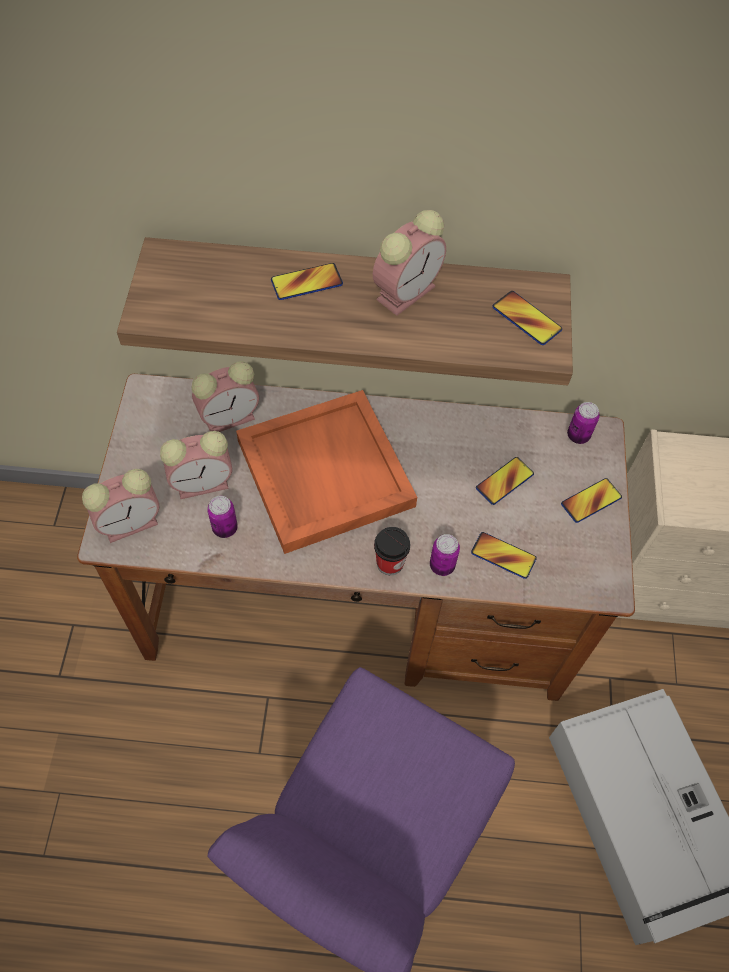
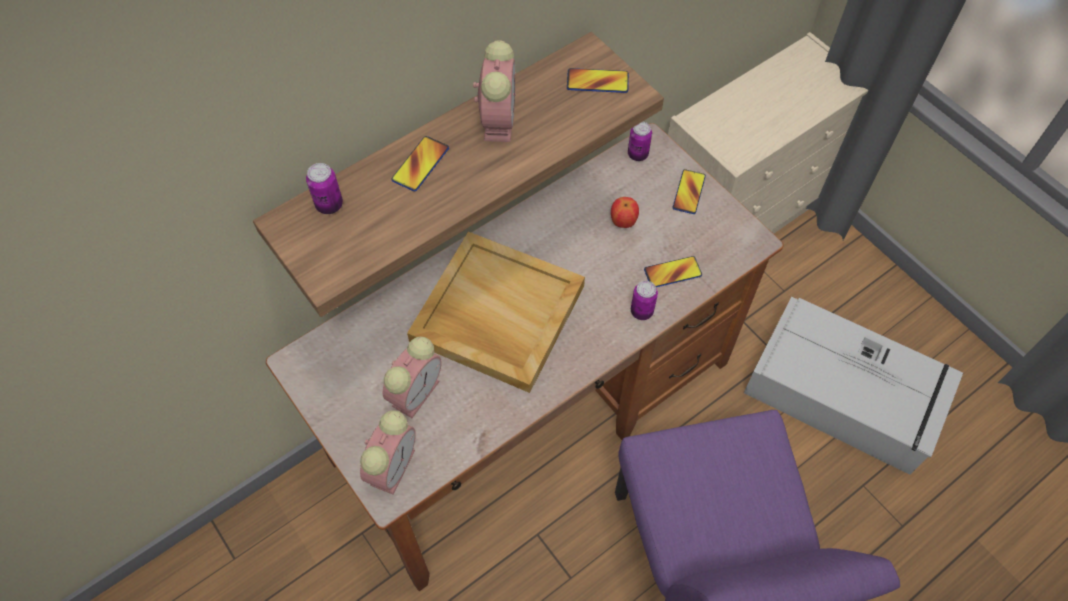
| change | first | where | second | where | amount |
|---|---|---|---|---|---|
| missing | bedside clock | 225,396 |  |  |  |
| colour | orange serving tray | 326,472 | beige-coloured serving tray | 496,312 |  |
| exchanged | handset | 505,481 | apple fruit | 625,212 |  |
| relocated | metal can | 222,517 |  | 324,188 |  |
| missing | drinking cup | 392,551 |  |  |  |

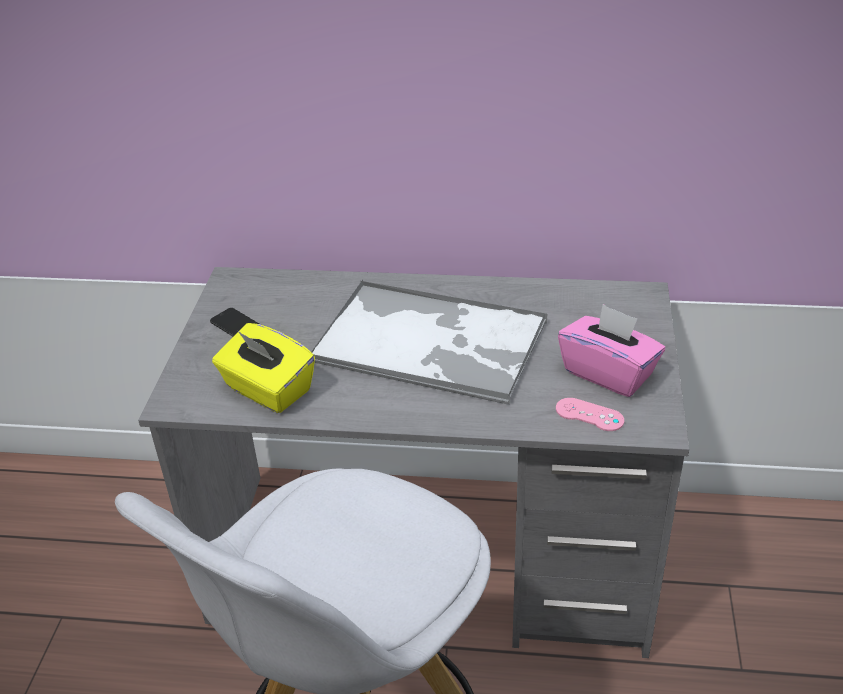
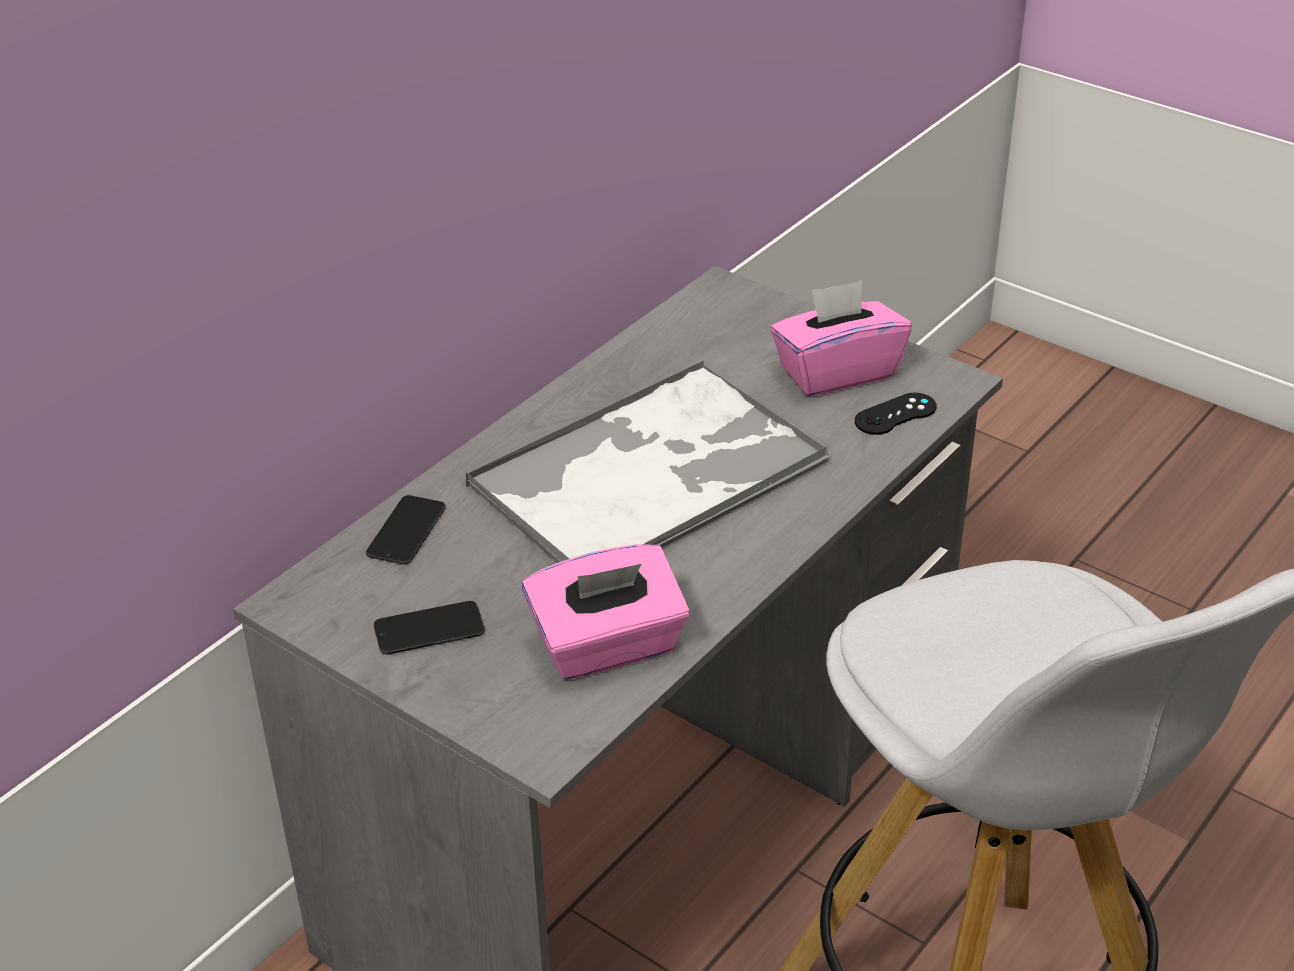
| change | first | where | second | where | amount |
|---|---|---|---|---|---|
| colour | yellowish box of tissues | 263,368 | pink box of tissues | 606,612 |  |
| colour | pink gamepad | 590,414 | blackish gamepad | 895,414 |  |
| appeared |  |  | handset | 406,530 |  |

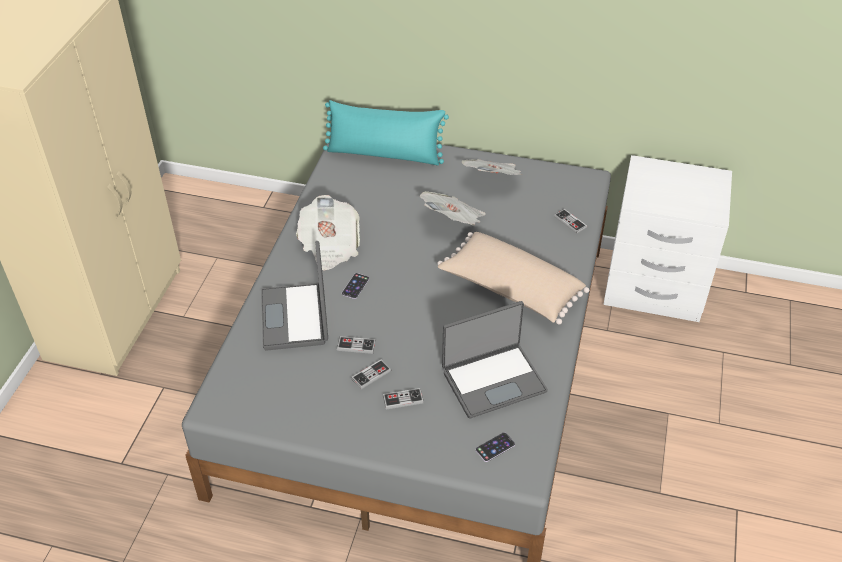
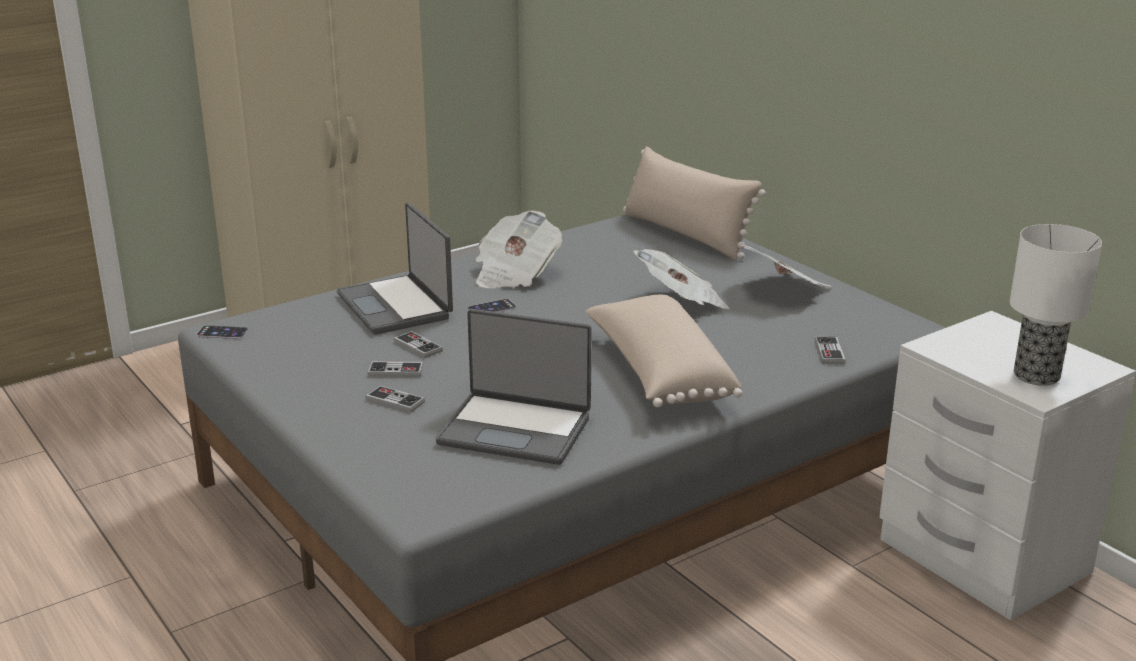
| change | first | where | second | where | amount |
|---|---|---|---|---|---|
| colour | blue-green pillow | 386,132 | beige-coloured pillow | 694,203 |  |
| spun | laptop | 294,296 |  | 395,269 | 60 degrees counterclockwise |
| relocated | handset | 495,447 |  | 222,332 |  |
| appeared |  |  | tabletop lamp | 1056,305 |  |

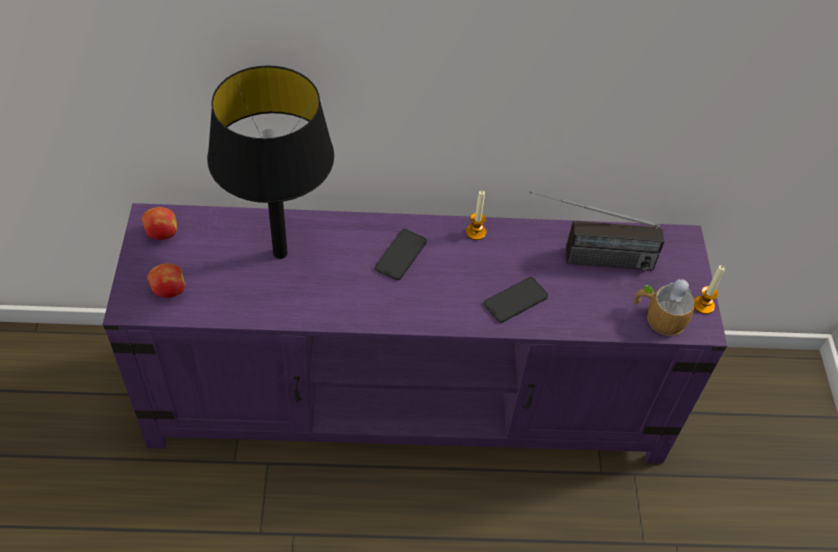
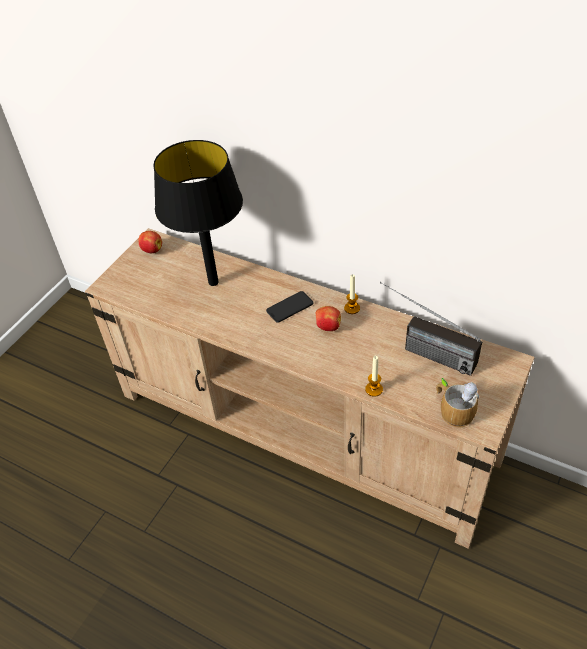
| change | first | where | second | where | amount |
|---|---|---|---|---|---|
| colour | purple tv unit | 415,333 | beige-coloured tv unit | 310,388 |  |
| relocated | apple fruit | 166,281 |  | 328,318 |  |
| relocated | wax candle | 709,289 |  | 374,376 |  |
| missing | handset | 516,300 |  |  |  |

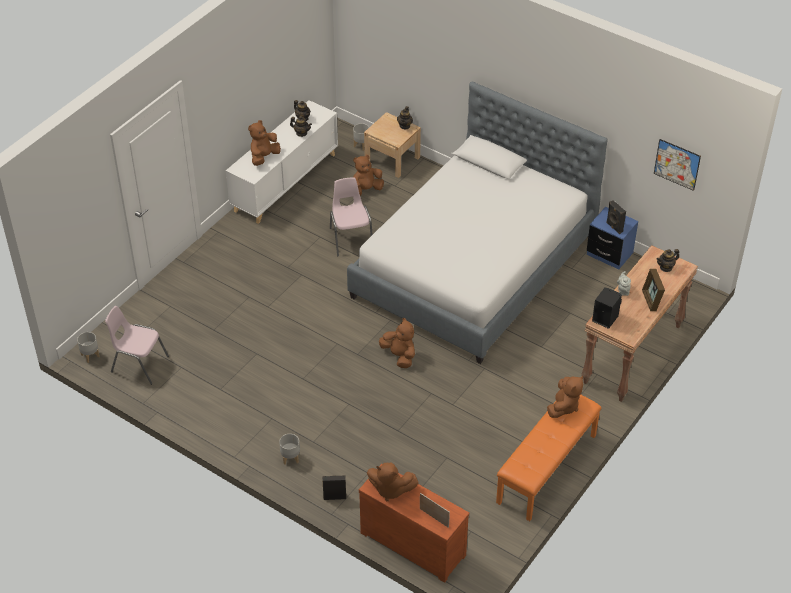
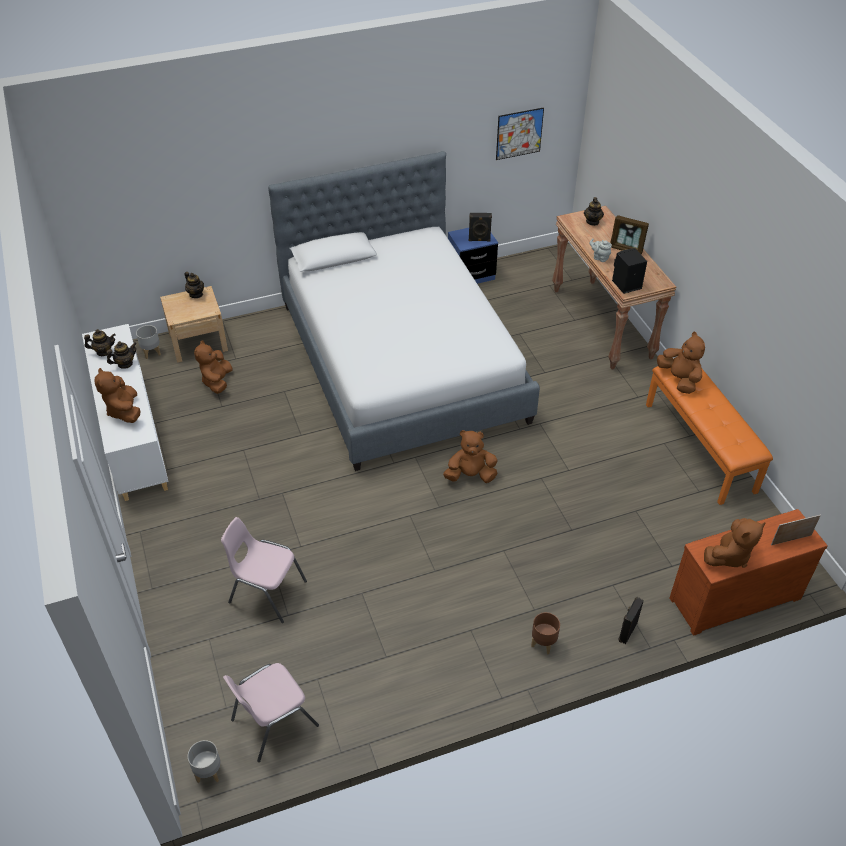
| change | first | where | second | where | amount |
|---|---|---|---|---|---|
| relocated | pink chair | 351,217 |  | 264,570 |  |
| colour | gray planter | 289,449 | brownish planter | 545,633 |  |

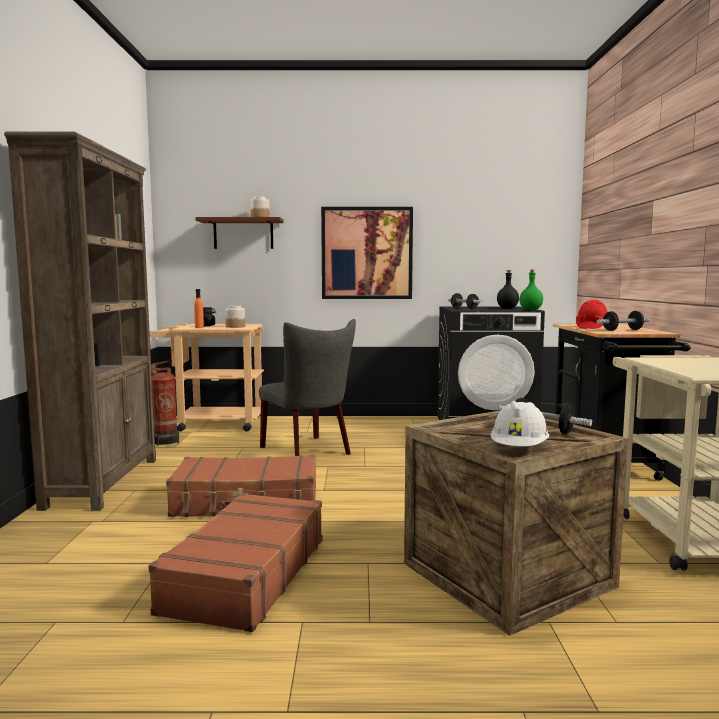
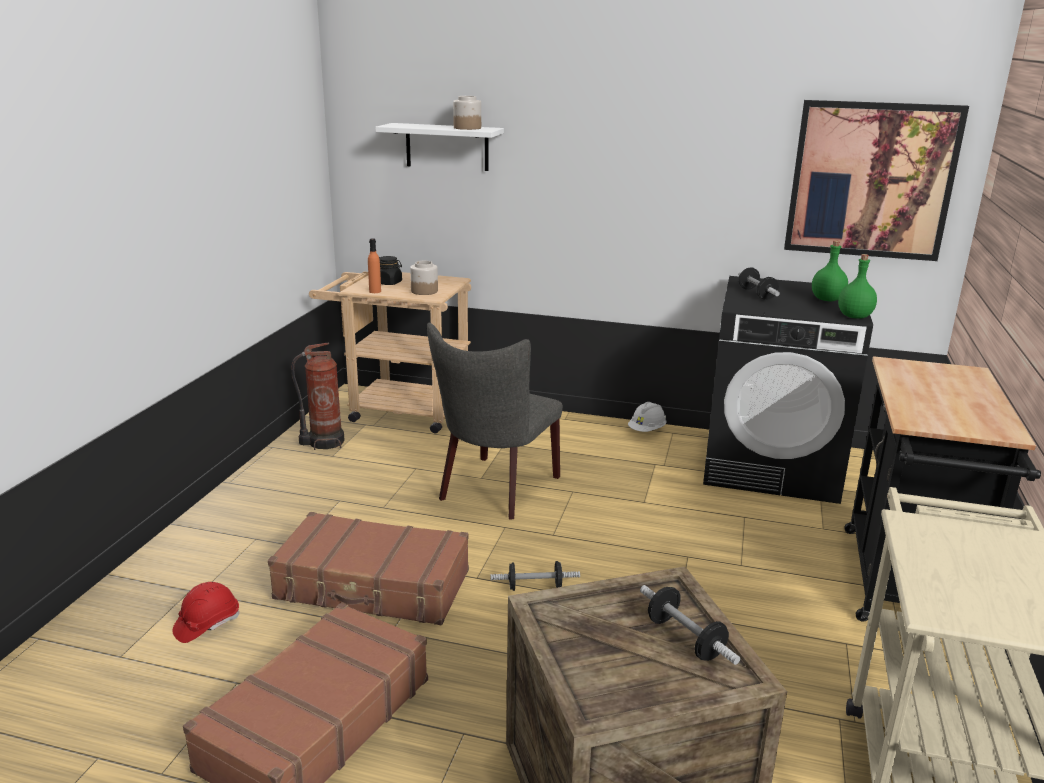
| change | first | where | second | where | amount |
|---|---|---|---|---|---|
| missing | brownish shelving unit | 80,321 |  |  |  |
| relocated | wall art | 367,253 |  | 876,180 |  |
| colour | brownish shelf | 239,233 | whitish shelf | 439,147 |  |
| colour | blackish beverage bottle | 508,289 | green beverage bottle | 830,270 |  |
| relocated | red-coloured safety helmet | 591,314 |  | 206,612 |  |
| relocated | free weight | 623,321 |  | 535,576 |  |
| spun | gray chair | 307,387 |  | 495,421 | 45 degrees clockwise |
| relocated | whitish safety helmet | 520,424 |  | 647,417 |  |

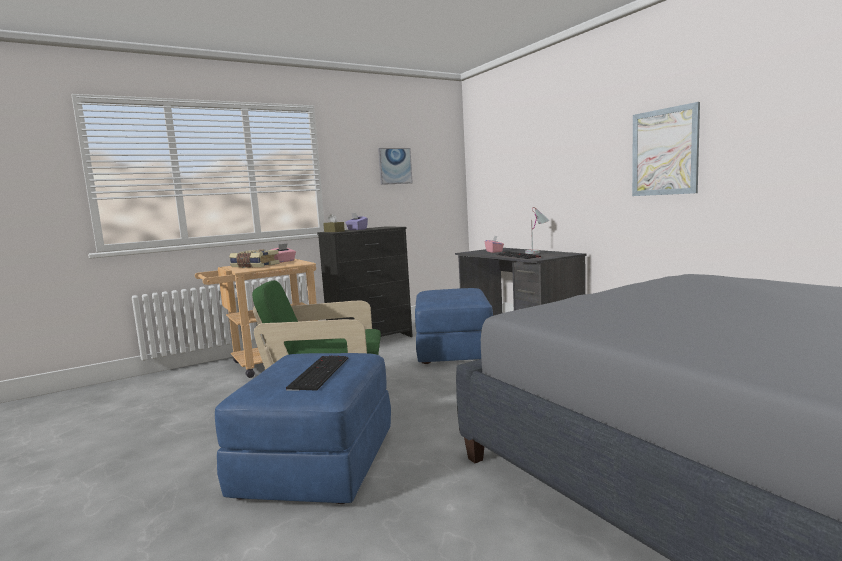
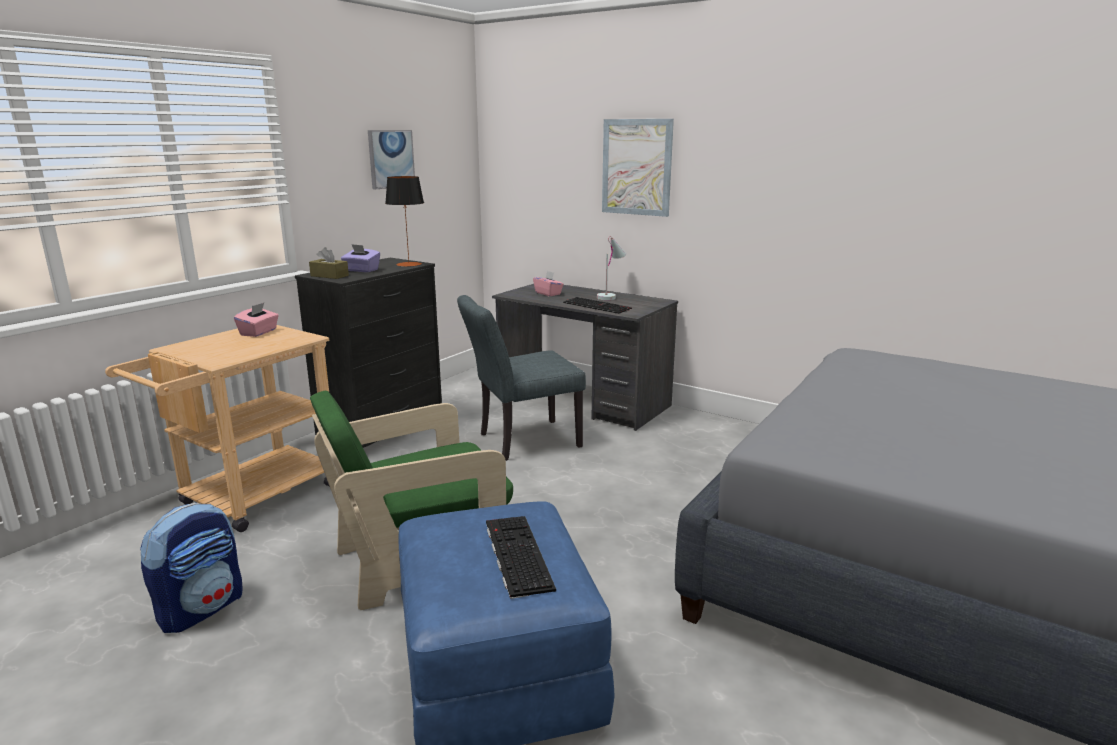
| change | first | where | second | where | amount |
|---|---|---|---|---|---|
| relocated | wall art | 666,149 |  | 638,168 |  |
| missing | book | 254,258 |  |  |  |
| exchanged | blue-coloured footrest | 454,326 | gray chair | 521,378 |  |
| appeared |  |  | tabletop lamp | 404,221 |  |
| appeared |  |  | backpack | 191,567 |  |

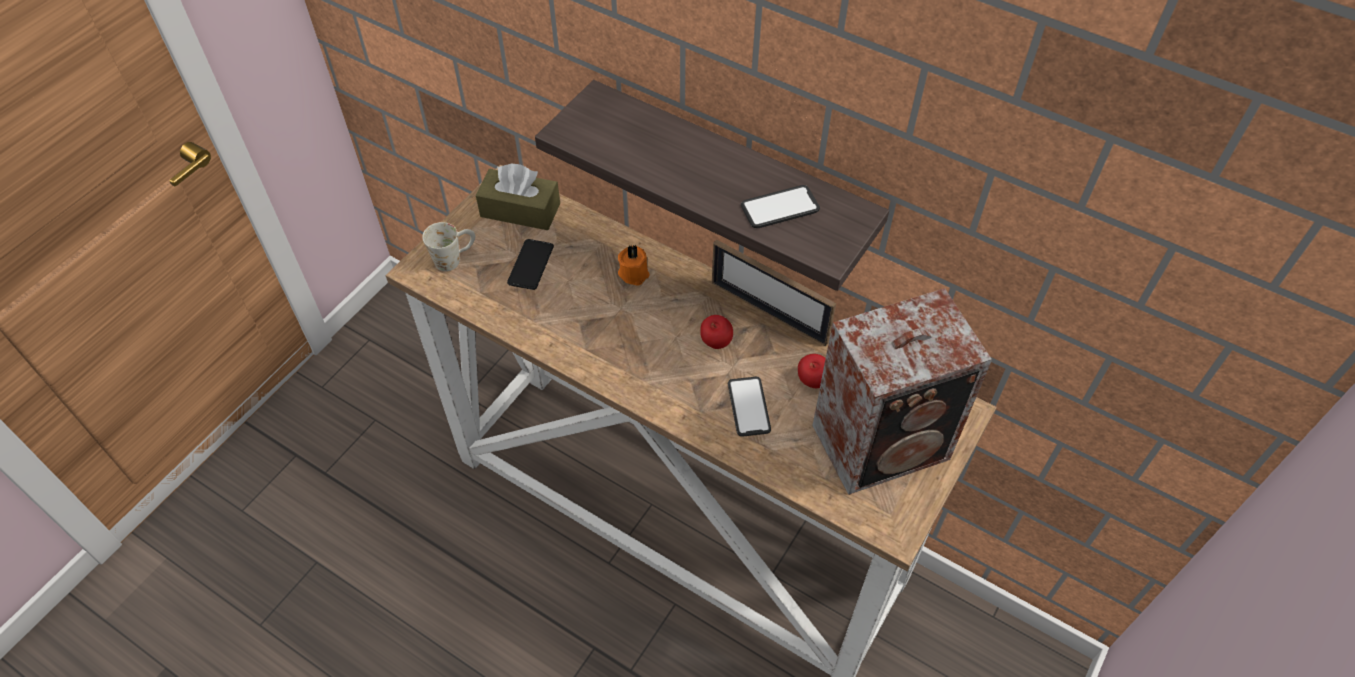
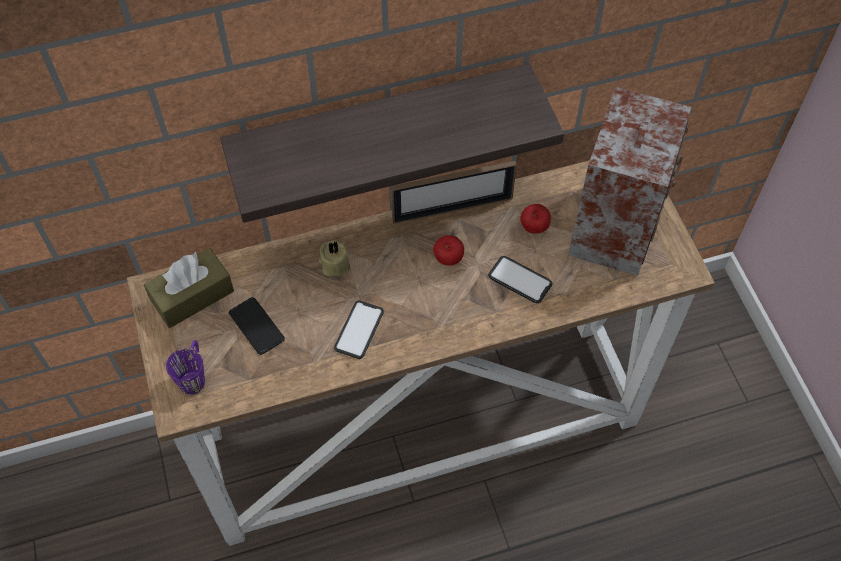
| change | first | where | second | where | amount |
|---|---|---|---|---|---|
| relocated | handset | 780,206 |  | 359,329 |  |
| colour | whitish coffee mug | 448,246 | purple coffee mug | 185,367 |  |
| colour | orange wax candle | 634,265 | beige-coloured wax candle | 334,258 |  |

